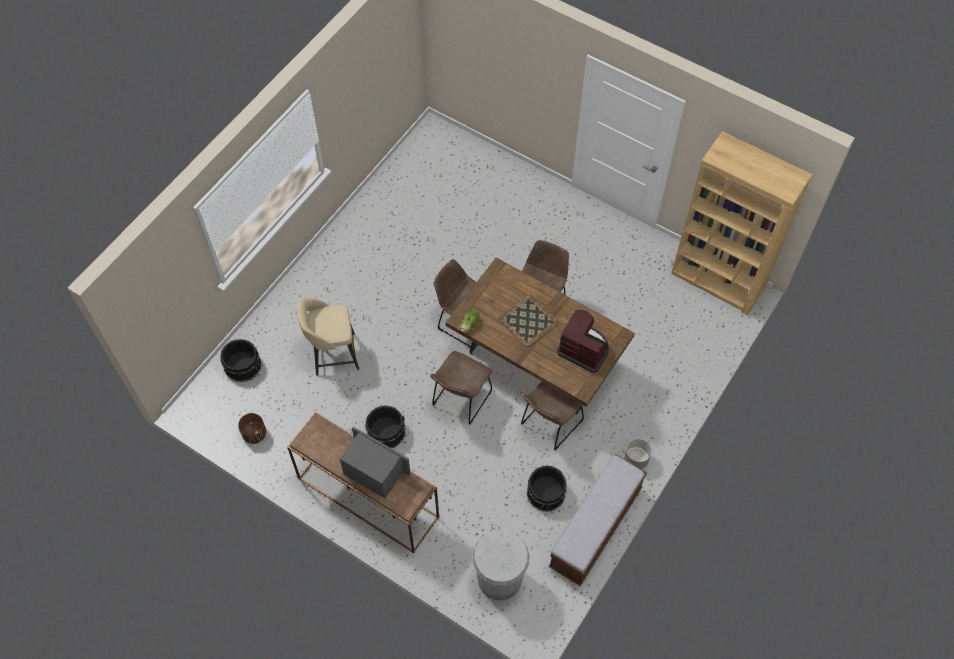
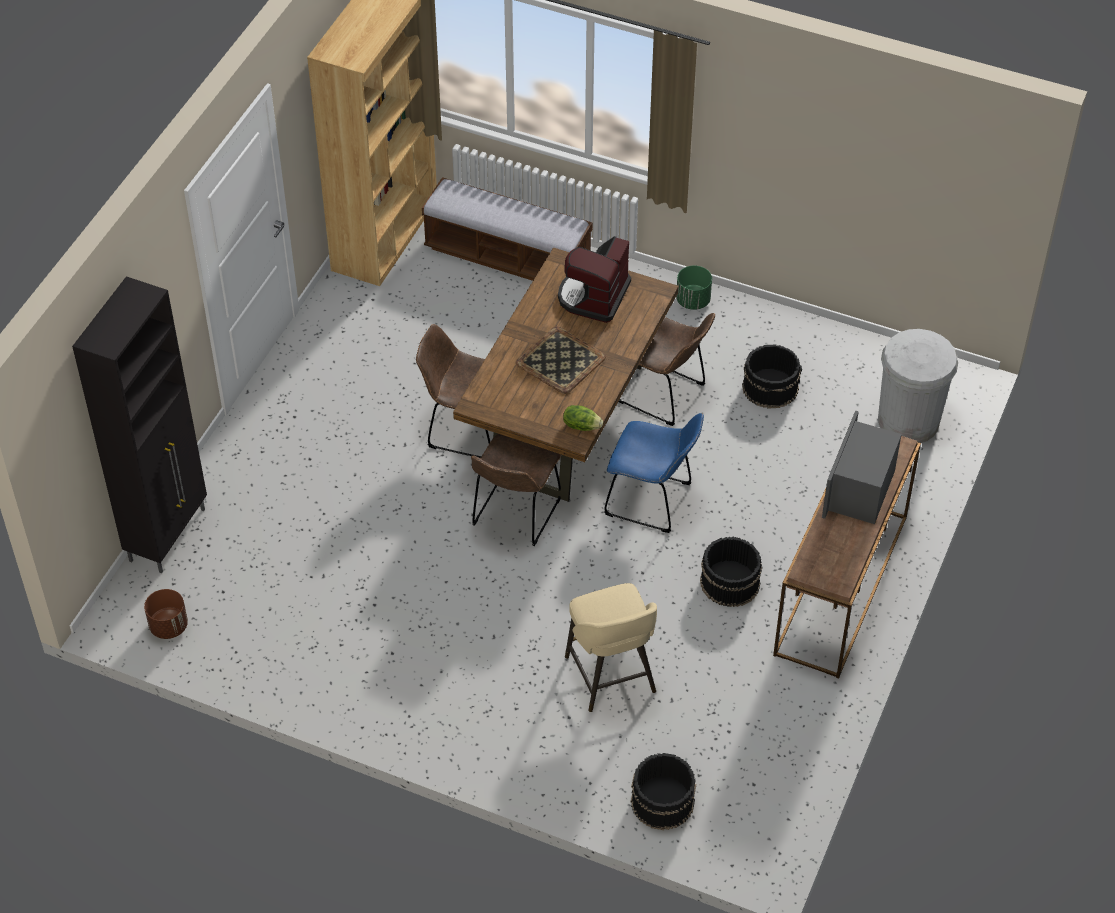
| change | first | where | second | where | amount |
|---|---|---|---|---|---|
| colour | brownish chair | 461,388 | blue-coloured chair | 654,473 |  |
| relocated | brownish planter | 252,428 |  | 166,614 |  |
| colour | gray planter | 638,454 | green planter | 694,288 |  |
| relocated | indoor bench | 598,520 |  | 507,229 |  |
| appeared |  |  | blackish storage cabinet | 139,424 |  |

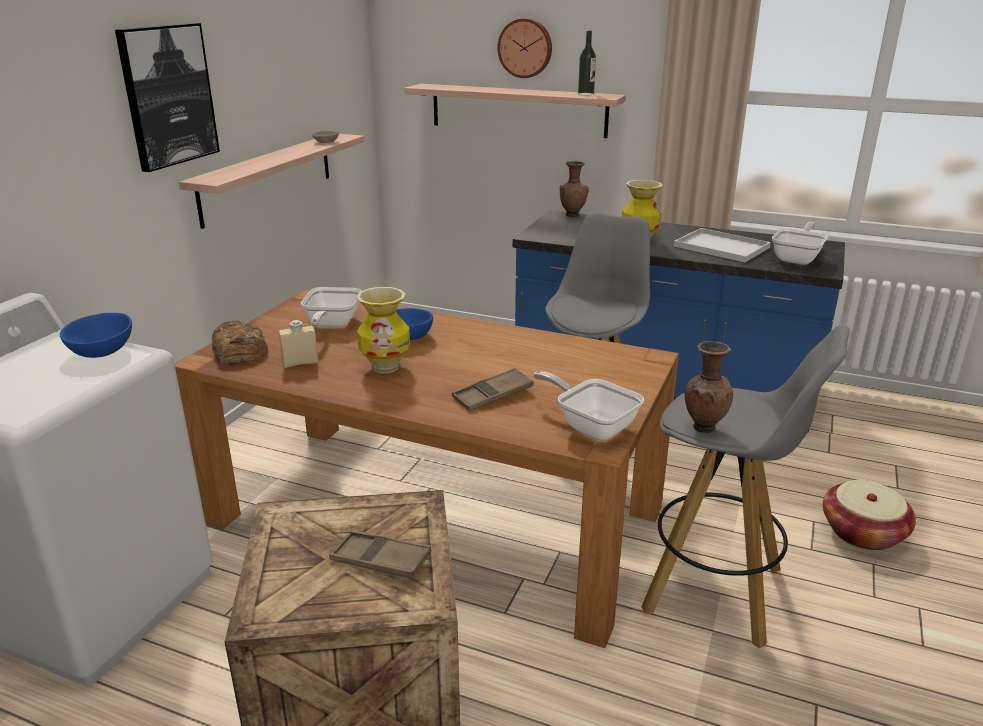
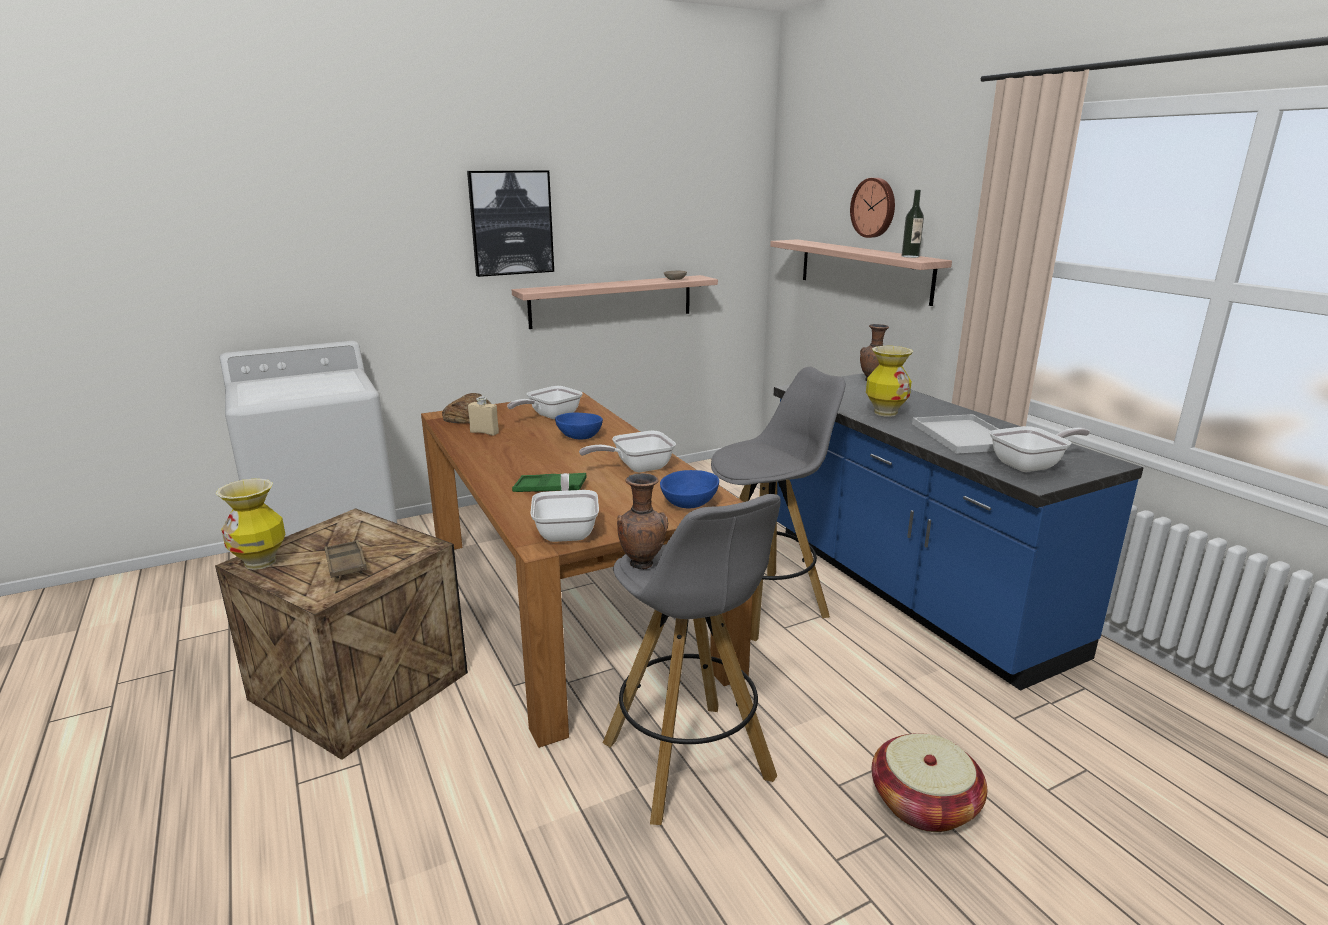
| change | first | where | second | where | amount |
|---|---|---|---|---|---|
| relocated | decorative vase | 383,330 |  | 251,524 |  |
| relocated | blue-coloured serving bowl | 96,335 |  | 689,489 |  |
| colour | brownish serving tray | 493,389 | green serving tray | 549,482 |  |
| appeared |  |  | skillet | 627,451 |  |

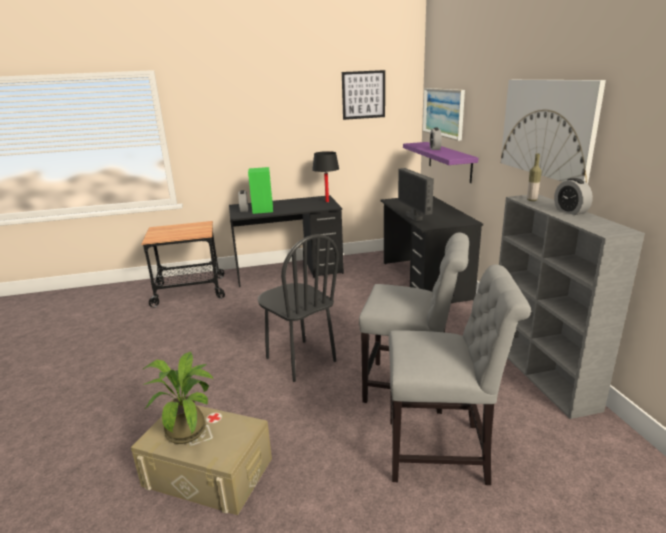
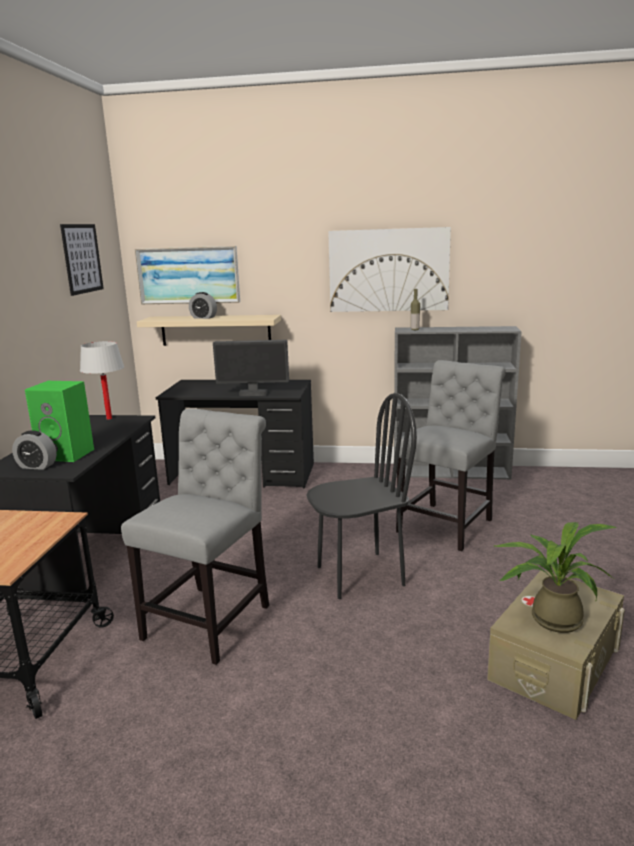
| change | first | where | second | where | amount |
|---|---|---|---|---|---|
| colour | purple shelf | 441,162 | beige-coloured shelf | 209,330 |  |
| colour | blackish tabletop lamp | 325,176 | whitish tabletop lamp | 102,380 |  |
| missing | bedside clock | 573,196 |  |  |  |
| relocated | gray chair | 460,375 |  | 195,536 |  |

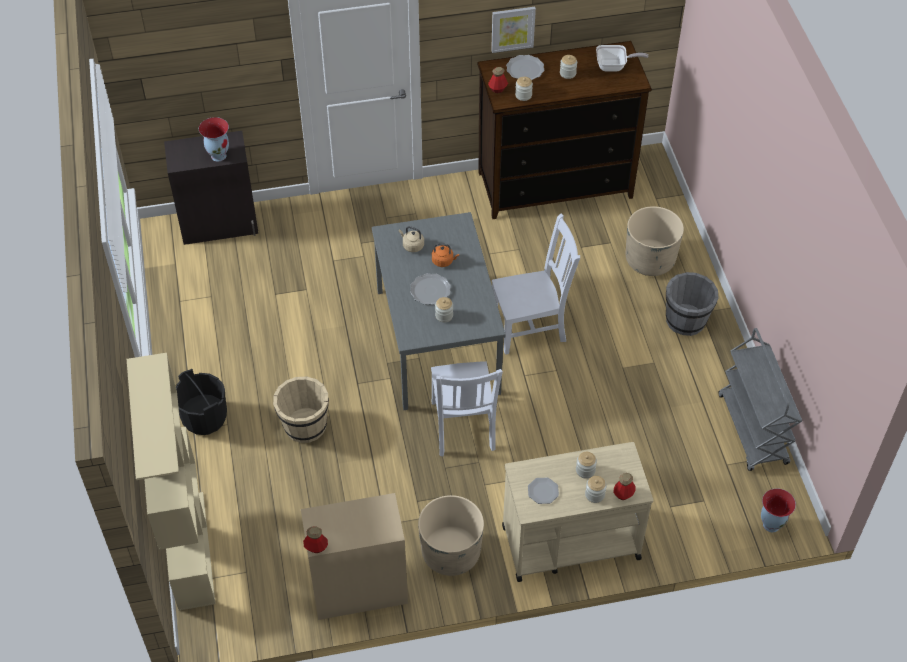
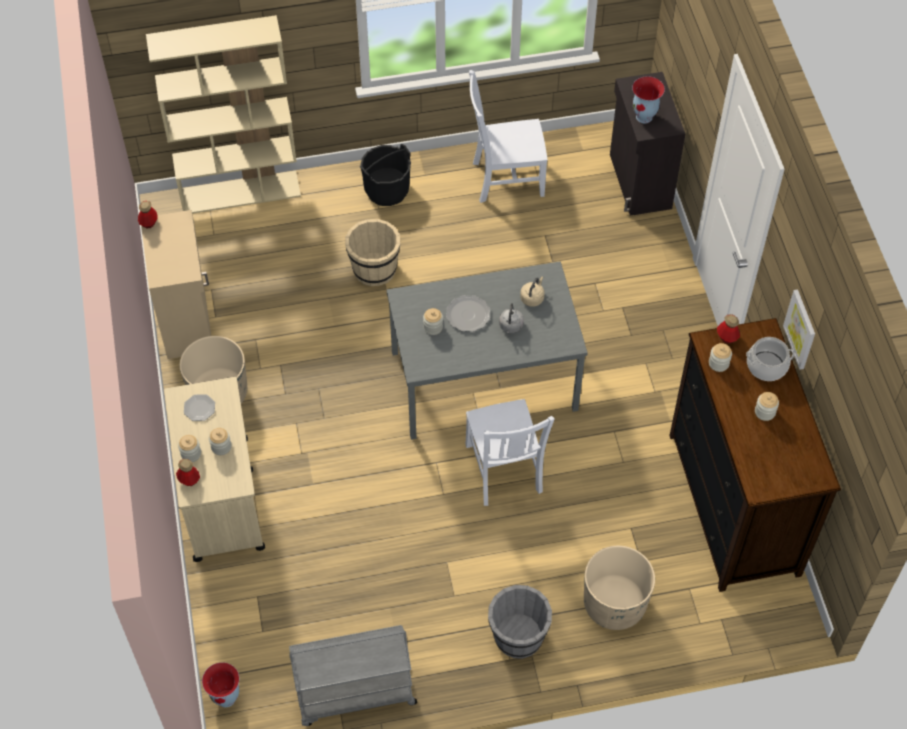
| change | first | where | second | where | amount |
|---|---|---|---|---|---|
| missing | skillet | 622,58 |  |  |  |
| exchanged | dinner plate | 525,67 | saucepot | 770,359 |  |
| colour | orange tea kettle | 445,255 | gray tea kettle | 511,318 |  |
| relocated | whitish chair | 467,408 |  | 508,136 |  |

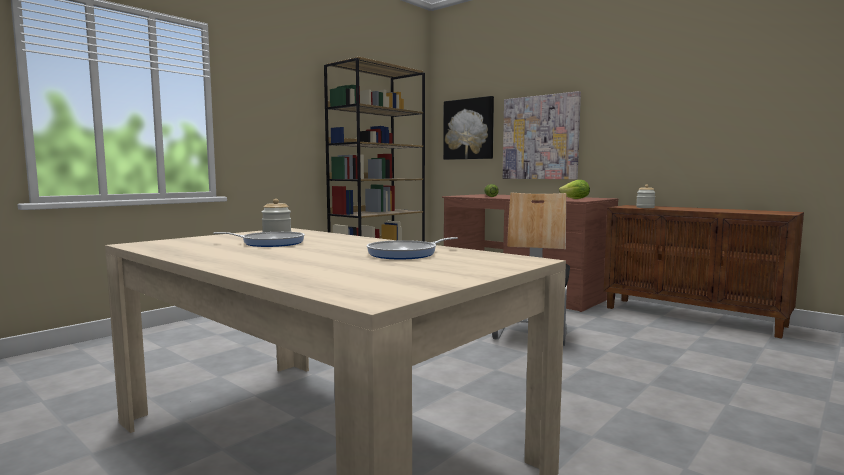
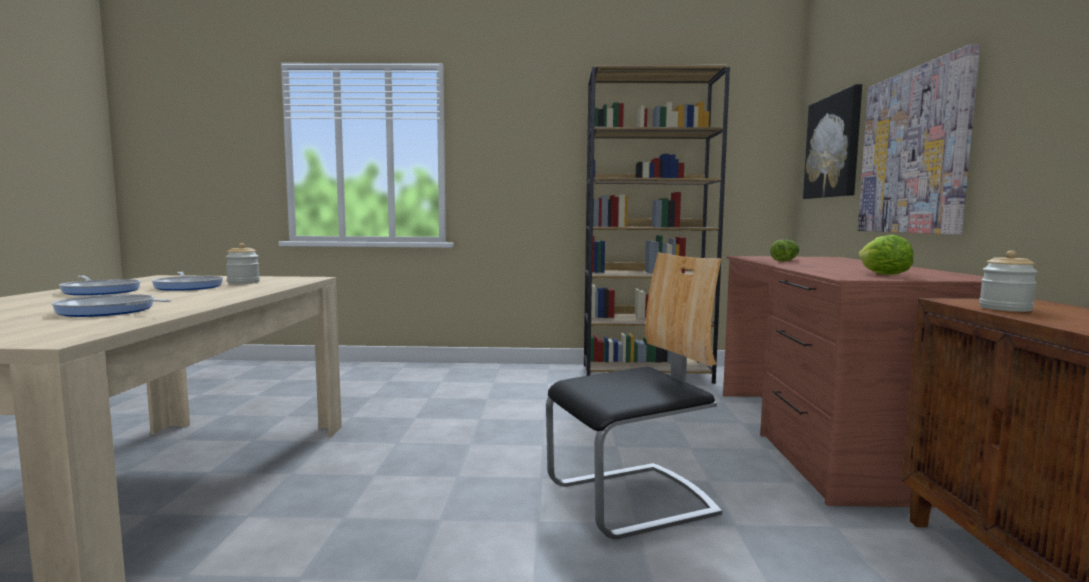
| change | first | where | second | where | amount |
|---|---|---|---|---|---|
| appeared |  |  | skillet | 100,285 |  |

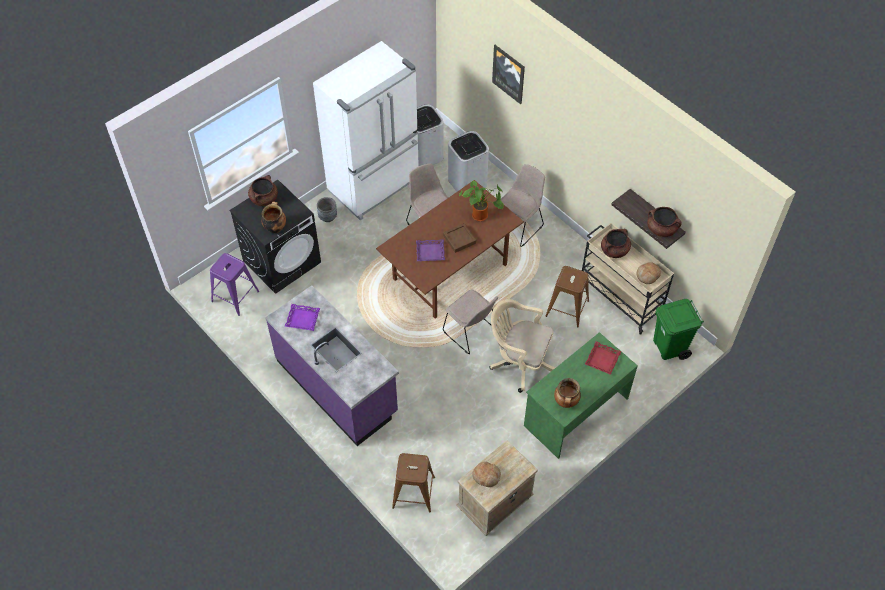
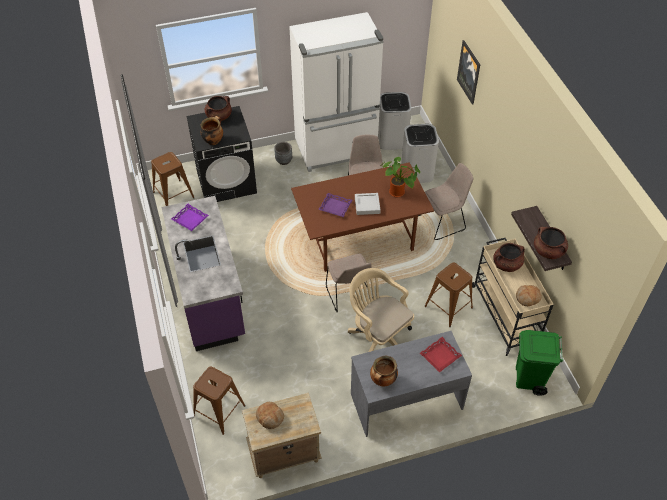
| change | first | where | second | where | amount |
|---|---|---|---|---|---|
| colour | brownish serving tray | 459,238 | gray serving tray | 368,204 |  |
| colour | purple stool | 234,284 | brownish stool | 173,179 |  |
| colour | green desk unit | 581,395 | gray desk unit | 411,384 |  |

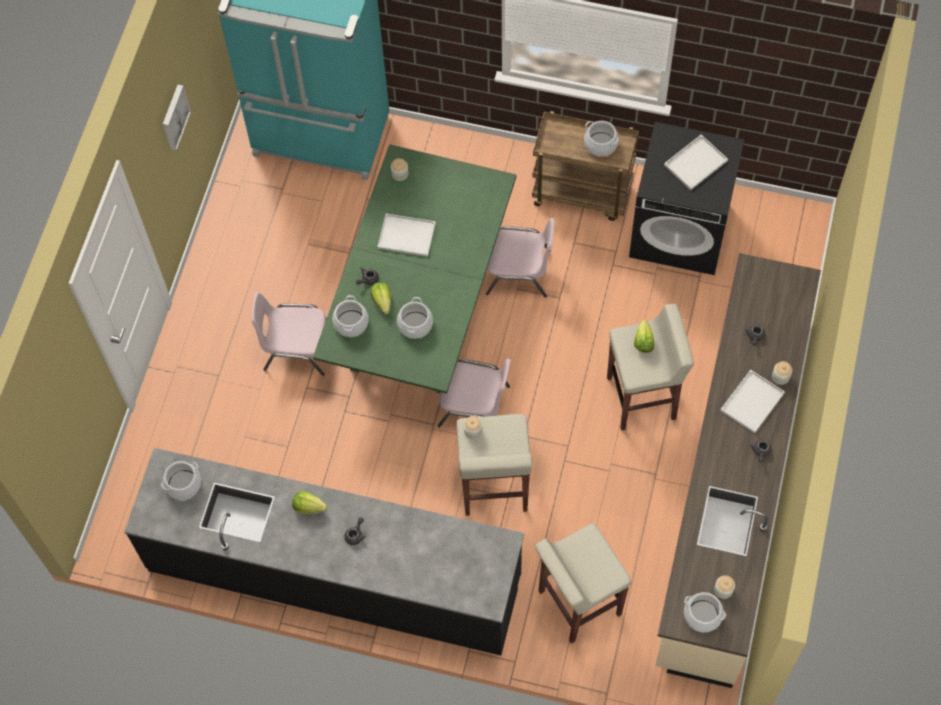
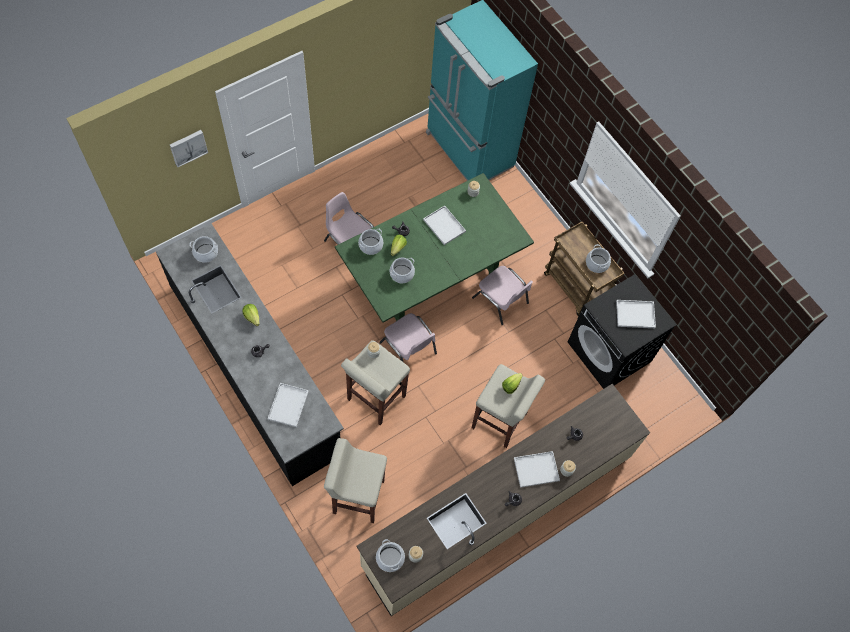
| change | first | where | second | where | amount |
|---|---|---|---|---|---|
| relocated | wall art | 177,118 |  | 189,148 |  |
| appeared |  |  | whitish serving tray | 288,405 |  |

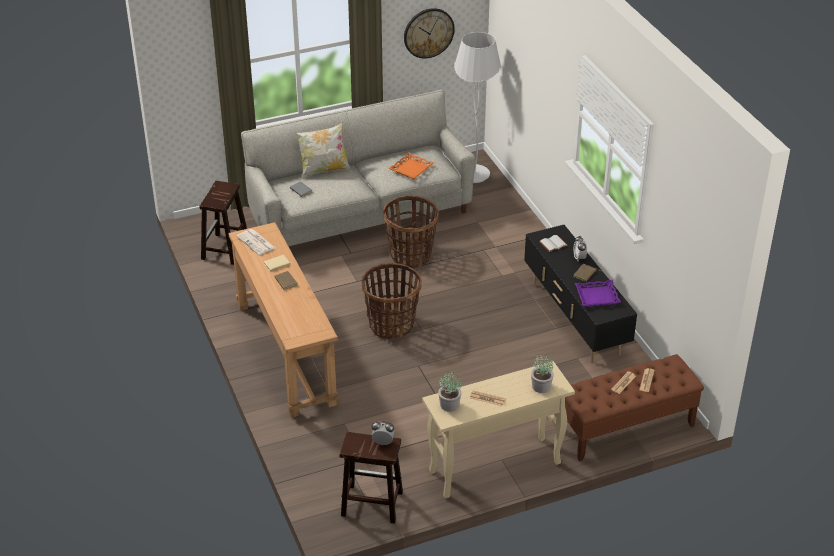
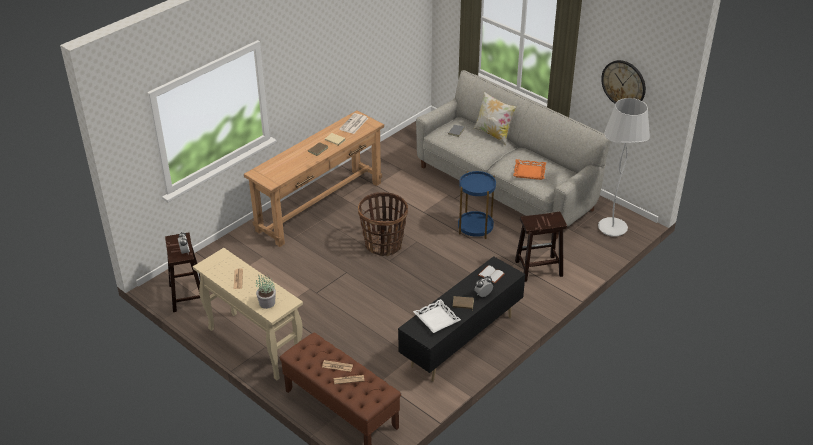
| change | first | where | second | where | amount |
|---|---|---|---|---|---|
| relocated | brownish stool | 223,223 |  | 541,247 |  |
| exchanged | household basket | 411,232 | blue-coloured side table | 477,205 |  |
| colour | purple serving tray | 598,293 | whitish serving tray | 437,316 |  |
| missing | houseplant | 449,392 |  |  |  |

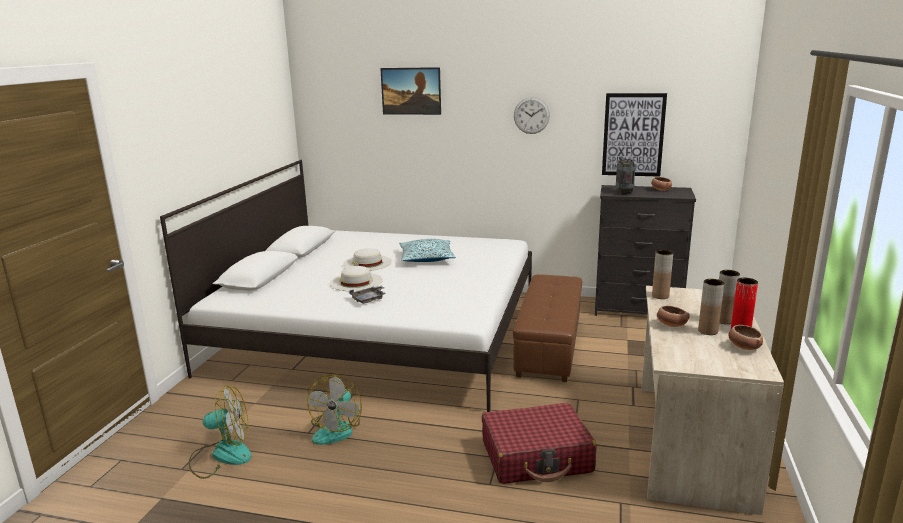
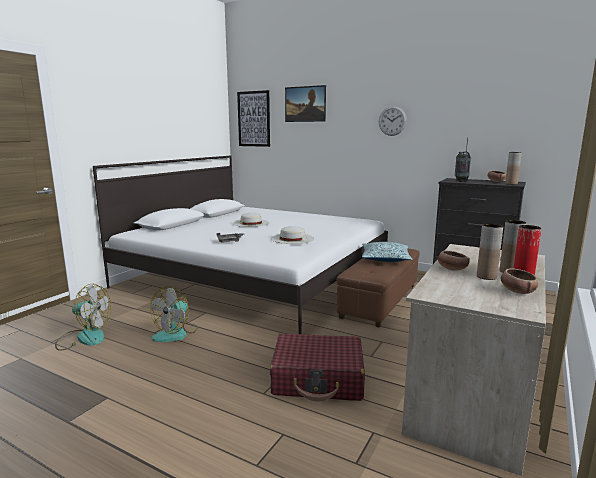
| change | first | where | second | where | amount |
|---|---|---|---|---|---|
| relocated | wall art | 634,135 |  | 253,118 |  |
| relocated | pillow | 427,250 |  | 387,252 |  |
| relocated | brownish decorative vase | 662,274 |  | 513,168 |  |
| relocated | whitish clothing hat | 356,278 |  | 292,235 |  |

